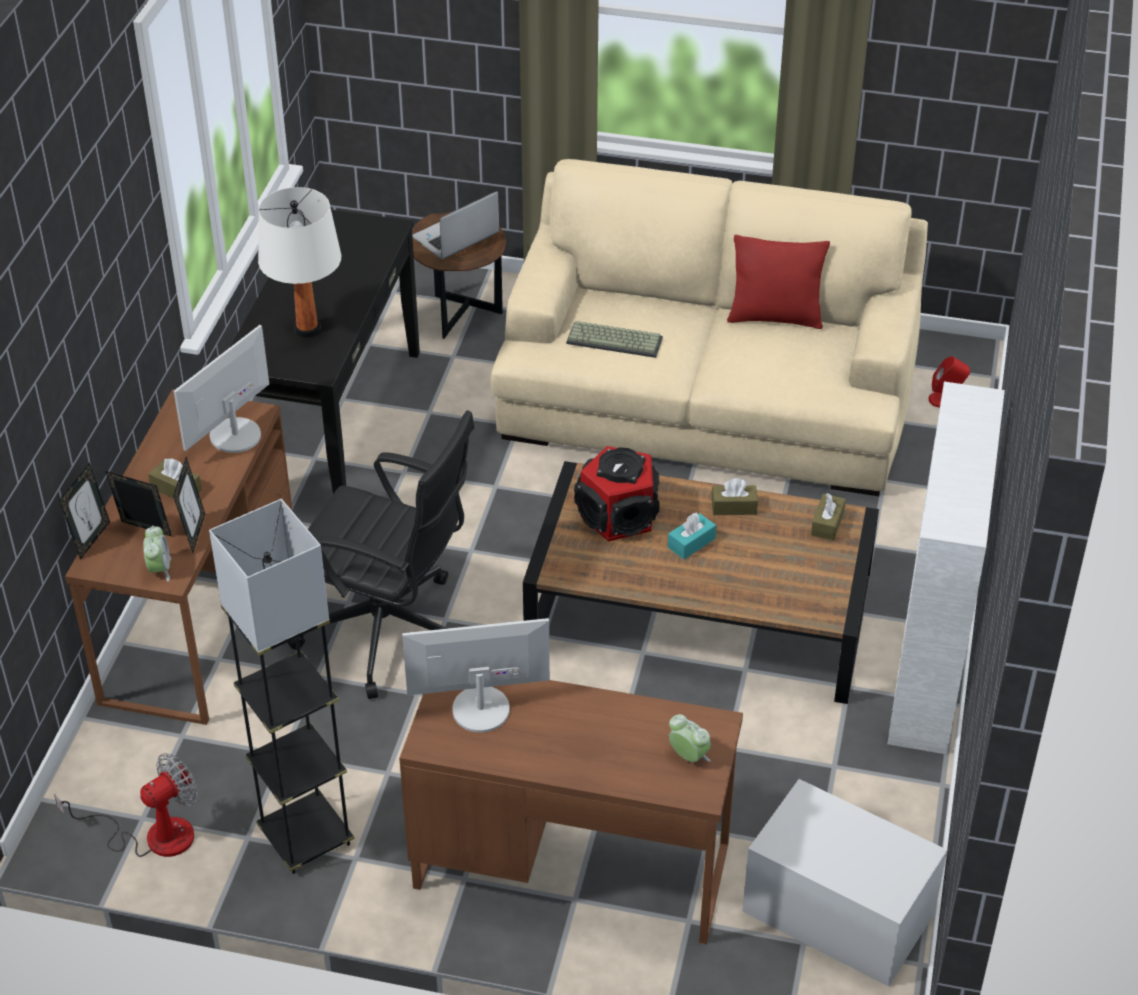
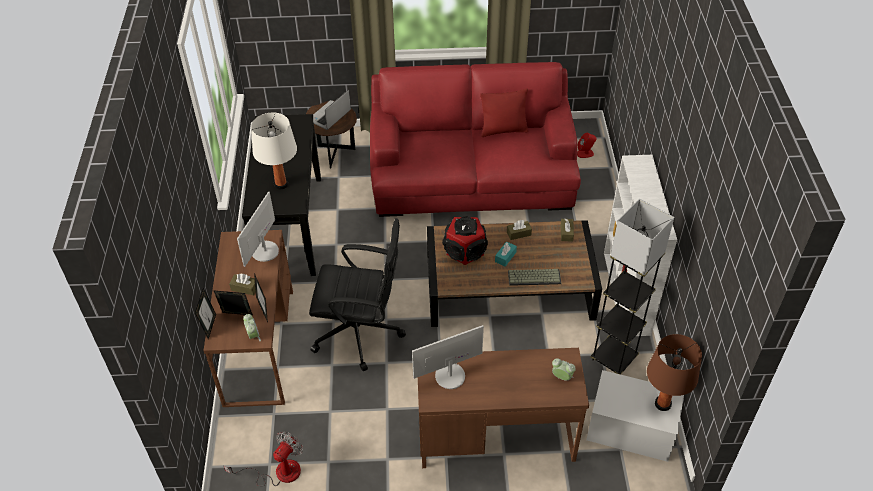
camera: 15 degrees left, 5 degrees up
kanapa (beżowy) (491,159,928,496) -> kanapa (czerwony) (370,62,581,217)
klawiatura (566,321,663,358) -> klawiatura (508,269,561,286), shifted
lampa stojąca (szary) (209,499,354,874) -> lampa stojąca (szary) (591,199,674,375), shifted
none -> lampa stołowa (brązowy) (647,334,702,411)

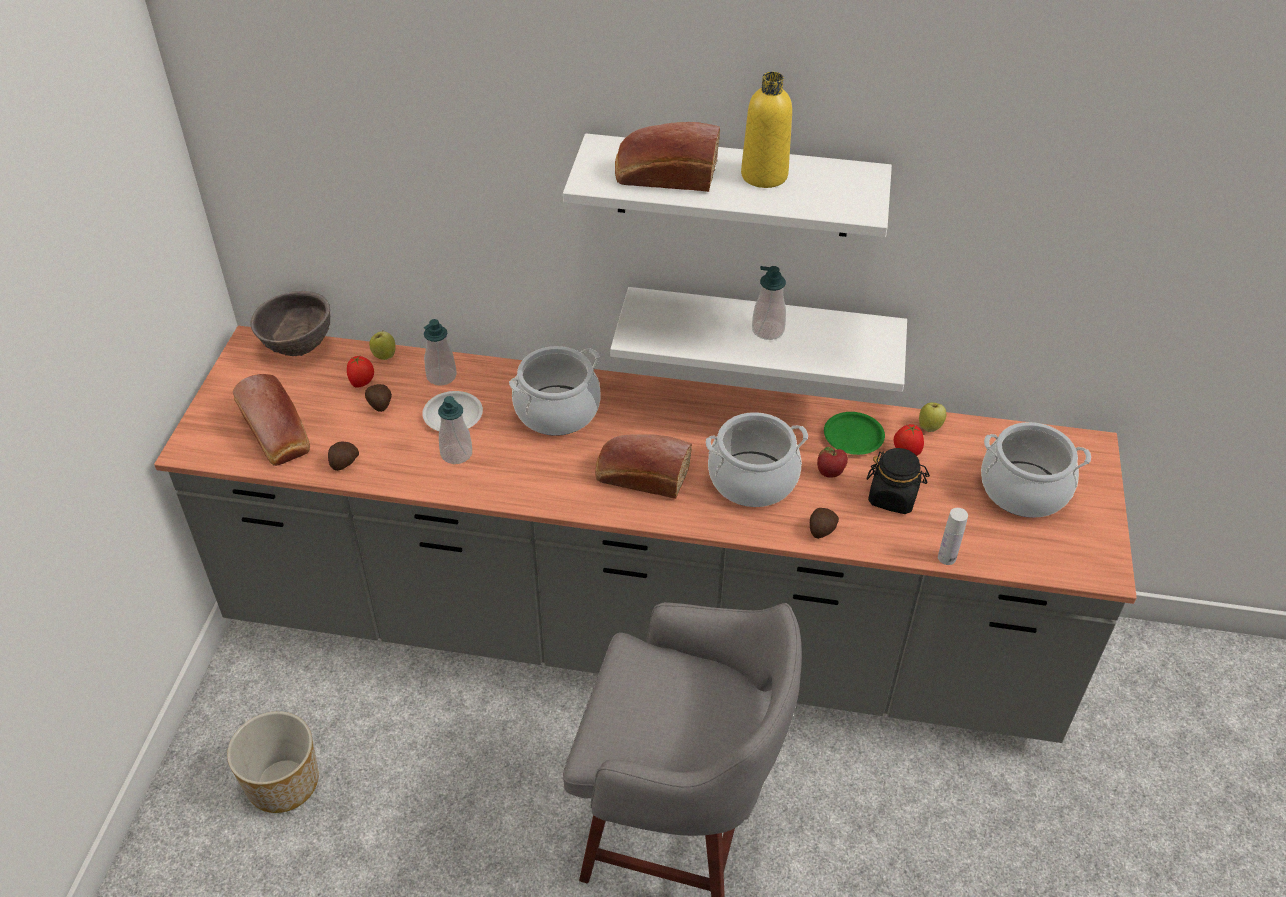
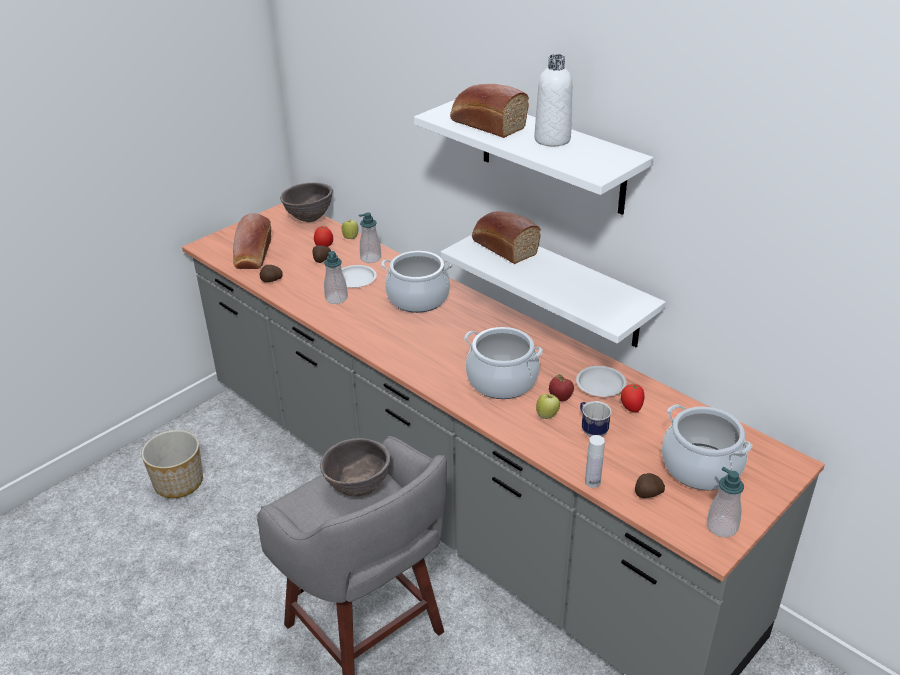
camera: 35 degrees right, 10 degrees down
butelka (żółty) (741,72,792,188) -> butelka (biały) (534,54,572,146)
dozownik mydła (752,266,786,340) -> dozownik mydła (707,467,744,537), shifted
jabłko (919,403,946,432) -> jabłko (536,394,560,419), shifted
talerz (zielony) (824,412,885,455) -> talerz (biały) (576,366,627,397)
chleb (595,434,692,499) -> chleb (472,211,541,264), shifted
słoik (czarny) (866,448,930,514) -> kubek (580,401,612,437)
ziemniak (810,508,839,539) -> ziemniak (635,473,665,498), shifted
none -> miska (brązowy) (320,438,391,497)

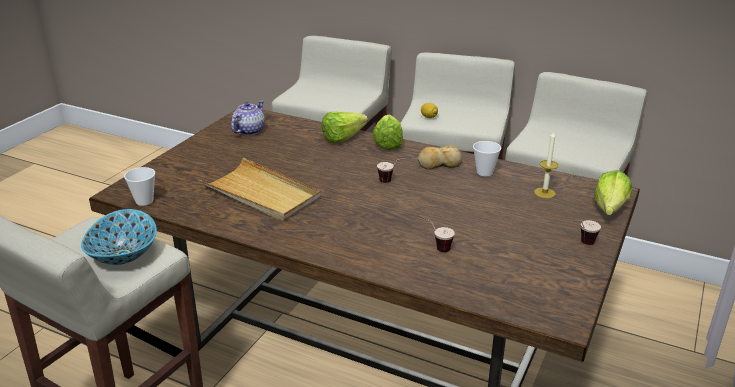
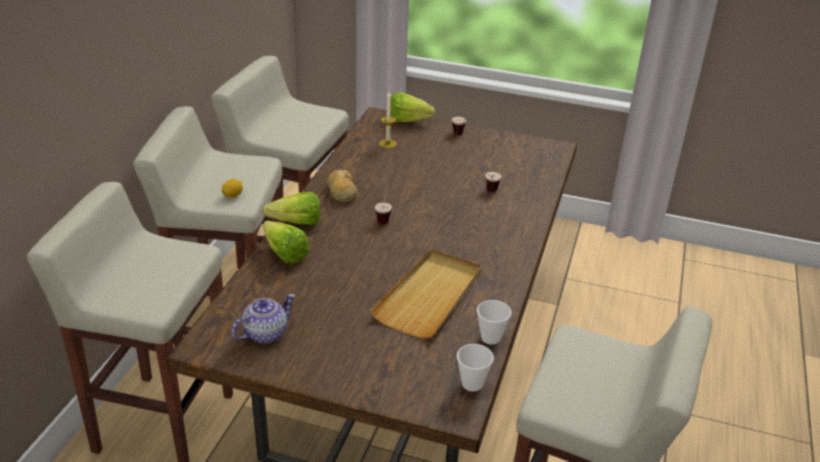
camera: 100 degrees left, 5 degrees up
imbryk (231,100,265,135) -> imbryk (232,294,295,344), 120 degrees clockwise
filiżanka (473,141,501,176) -> filiżanka (477,300,511,345), shifted
miska (81,209,157,265) -> none

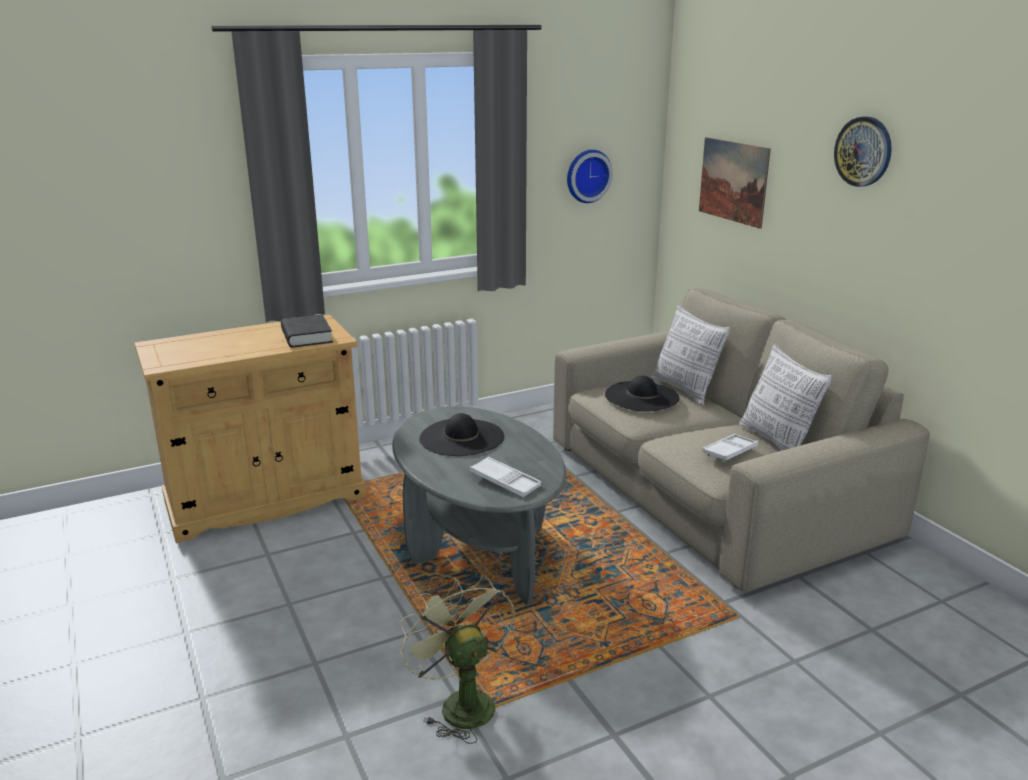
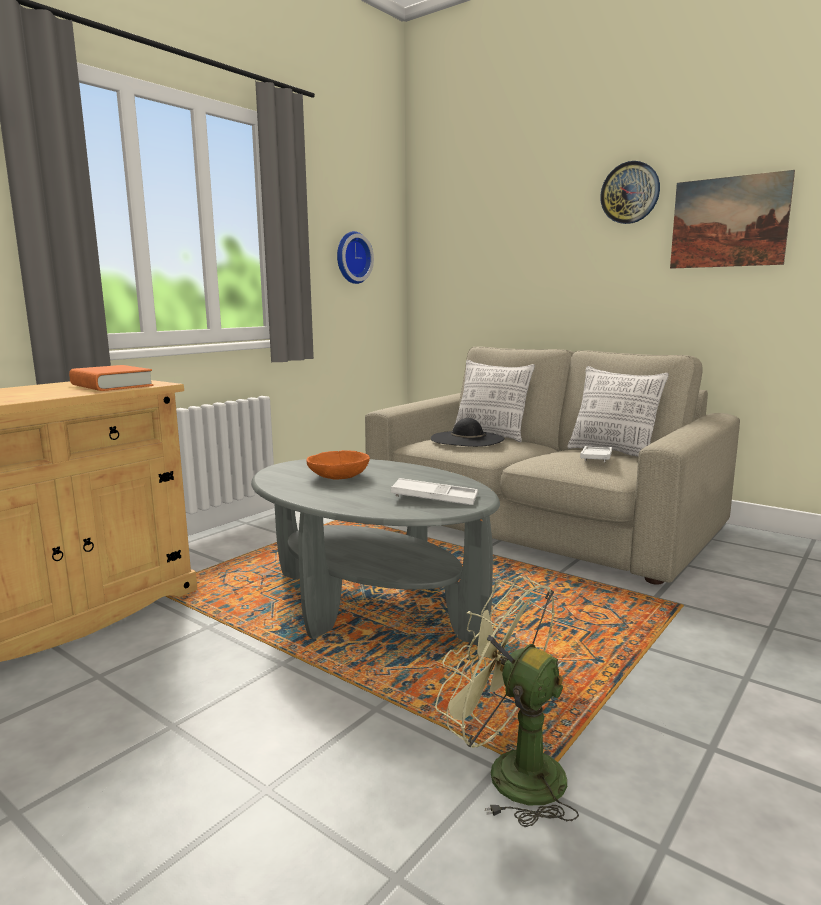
camera: 25 degrees left, 10 degrees down
obraz (699,137,771,229) -> obraz (670,170,795,269), shifted
książka (czarny) (281,314,333,348) -> książka (pomarańczowy) (69,365,154,391)
kapelusz (czarny) (419,413,504,456) -> miska (pomarańczowy) (306,450,370,479)

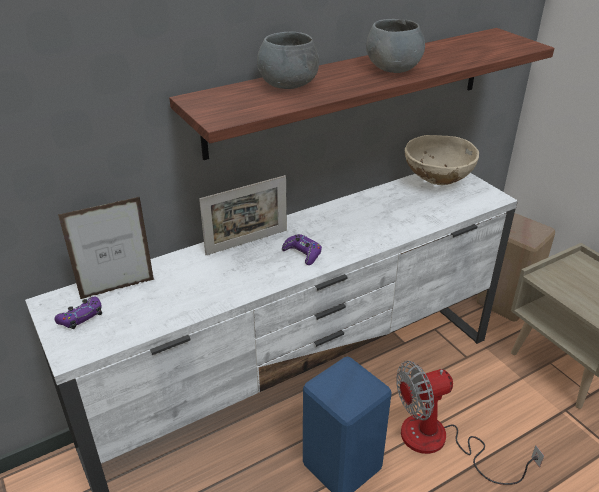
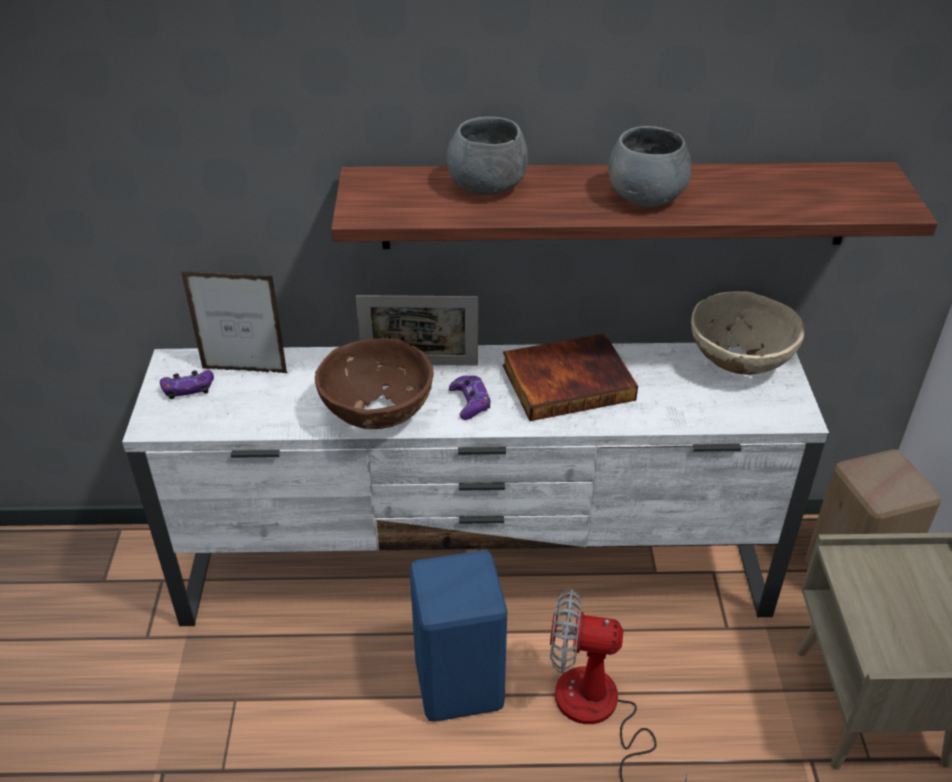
camera: 30 degrees right, 5 degrees up
none -> książka (503,333,638,421)
none -> miska (brązowy) (315,338,434,429)

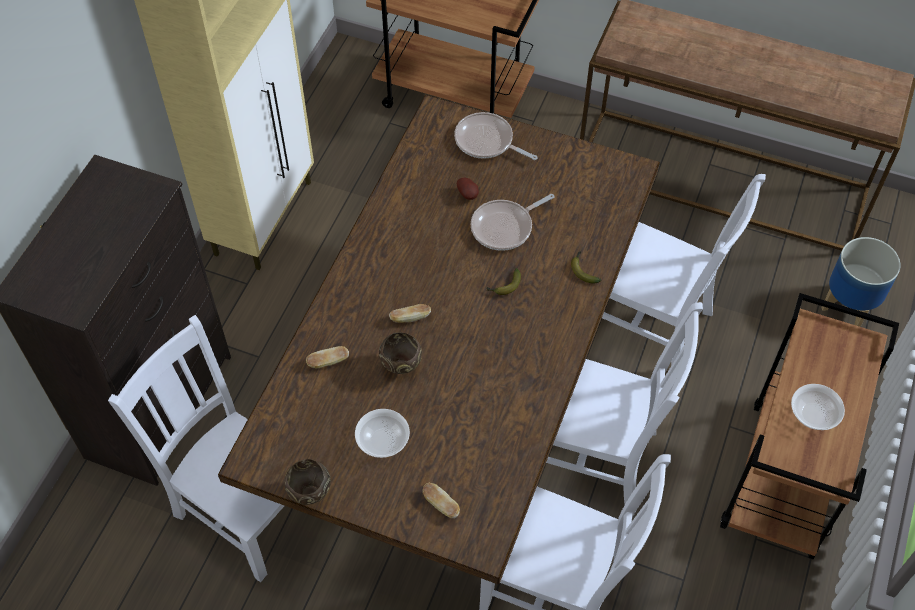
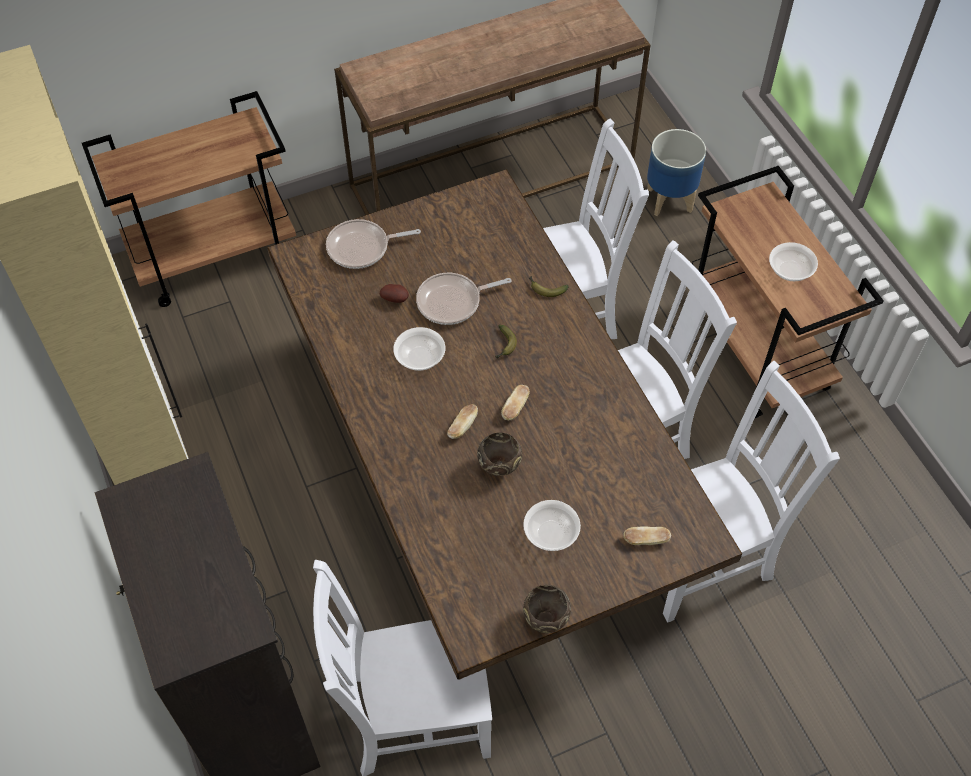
camera: 45 degrees left, 0 degrees up
patelnia (470,194,555,251) -> patelnia (416,273,511,325), 60 degrees clockwise
chleb (306,346,349,368) -> chleb (501,385,530,420), shifted
none -> miska (393,327,445,371)

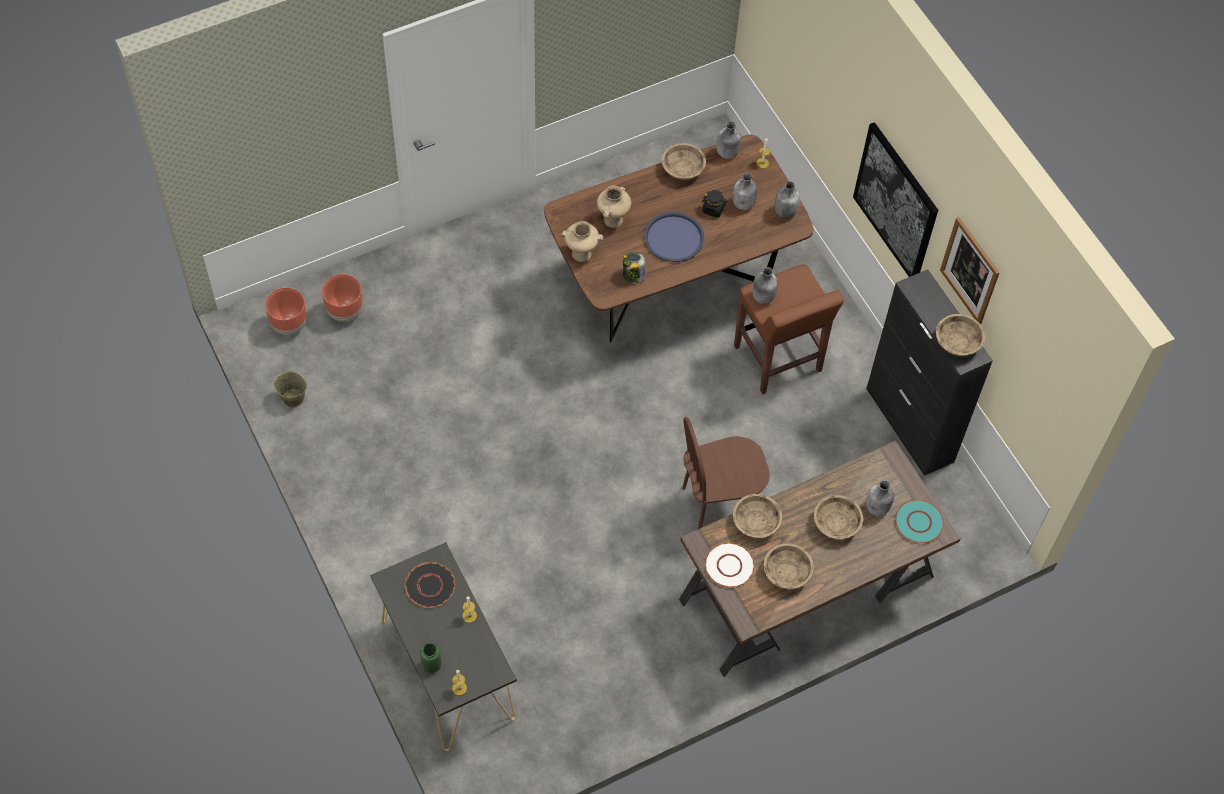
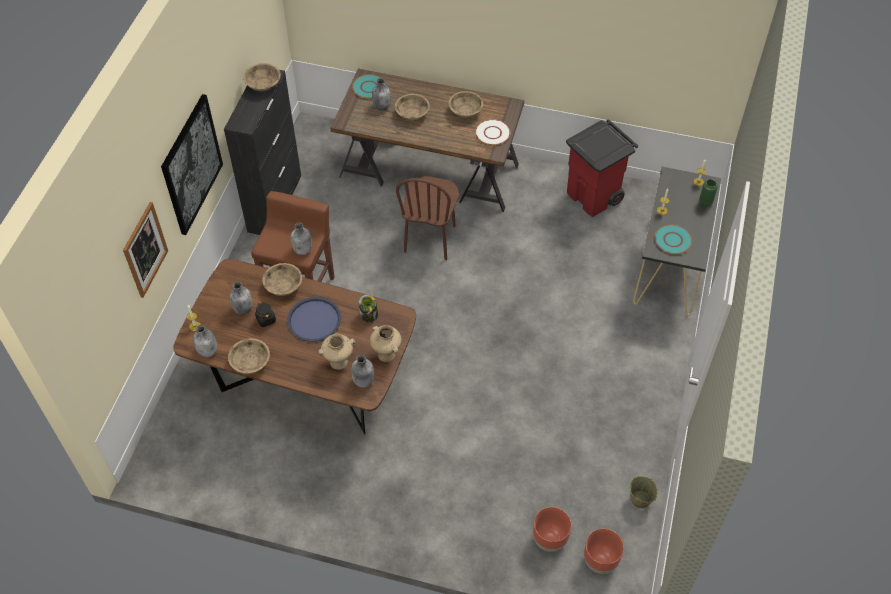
camera: 135 degrees left, 5 degrees down
butelka (szary) (775,181,800,218) -> butelka (szary) (351,355,374,388), shifted
obraz (940,217,1000,324) -> obraz (123,202,168,298), shifted
krzesło (brązowy) (682,417,770,529) -> krzesło (brązowy) (396,176,459,260), 75 degrees clockwise
miska (beżowy) (733,494,782,538) -> miska (beżowy) (263,263,302,296), shifted
talerz (czarny) (405,562,455,608) -> talerz (turkusowy) (654,225,692,254)
none -> kosz na śmieci (czerwony) (566,119,638,217)

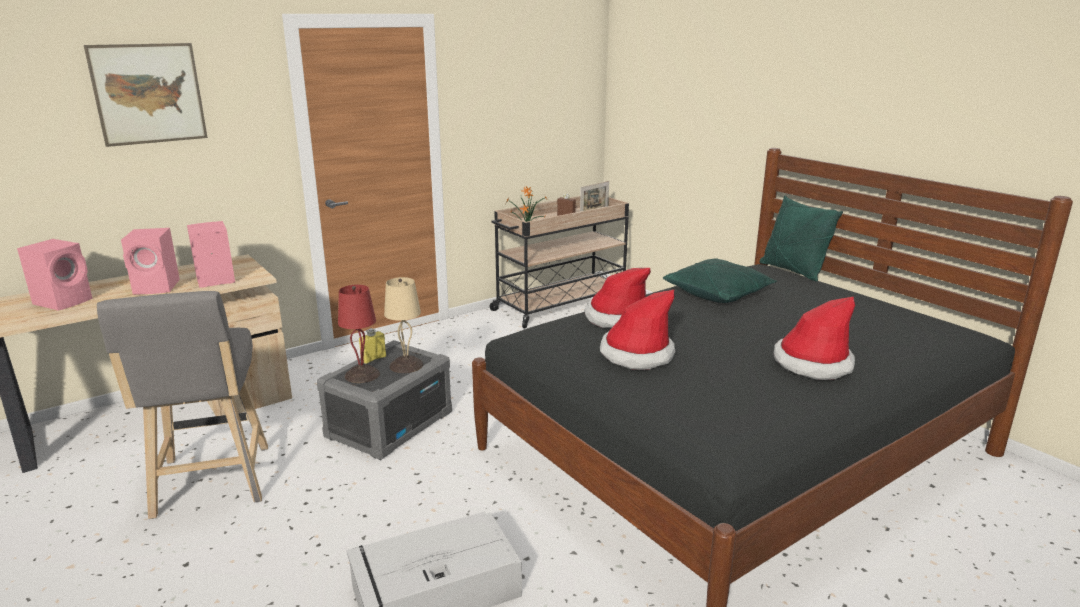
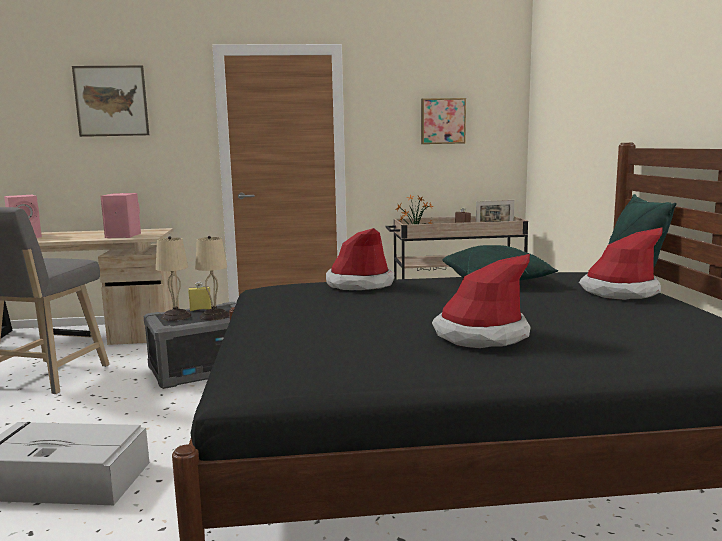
camera: 30 degrees right, 10 degrees down
głośnik (różowy) (121,228,180,294) -> none
lampa stołowa (czerwony) (338,285,380,383) -> lampa stołowa (beżowy) (156,236,191,321)
kapelusz (600,290,676,370) -> kapelusz (579,227,663,300), shifted
none -> obraz (421,98,466,144)

